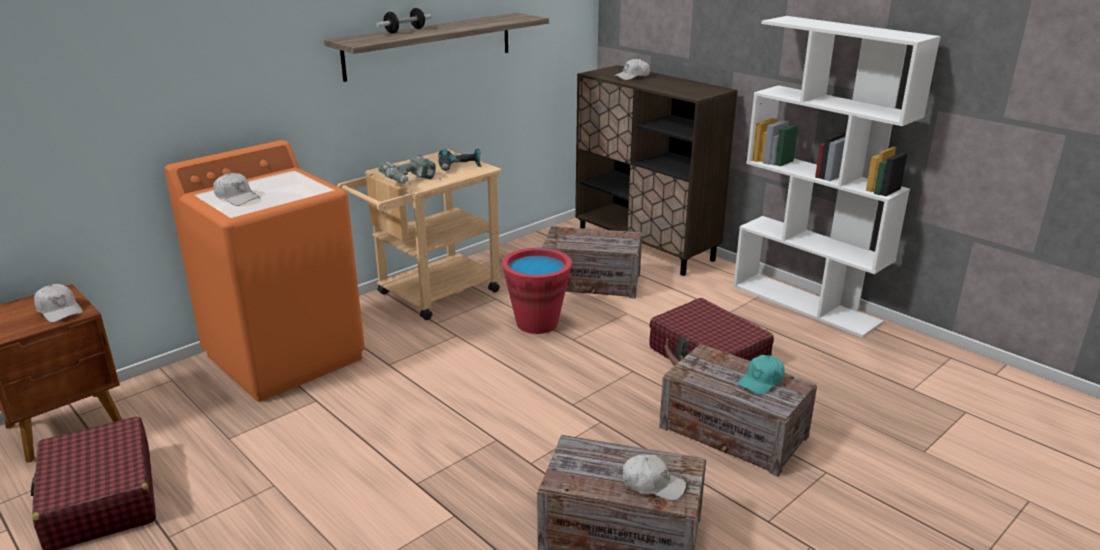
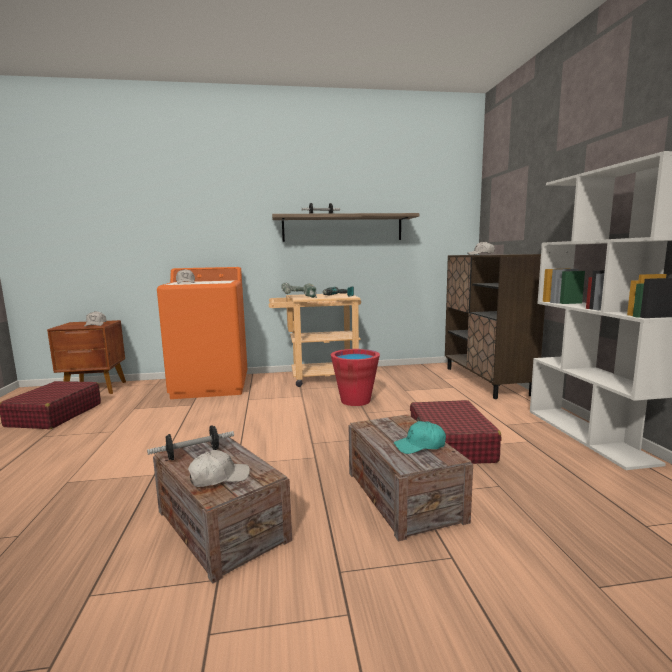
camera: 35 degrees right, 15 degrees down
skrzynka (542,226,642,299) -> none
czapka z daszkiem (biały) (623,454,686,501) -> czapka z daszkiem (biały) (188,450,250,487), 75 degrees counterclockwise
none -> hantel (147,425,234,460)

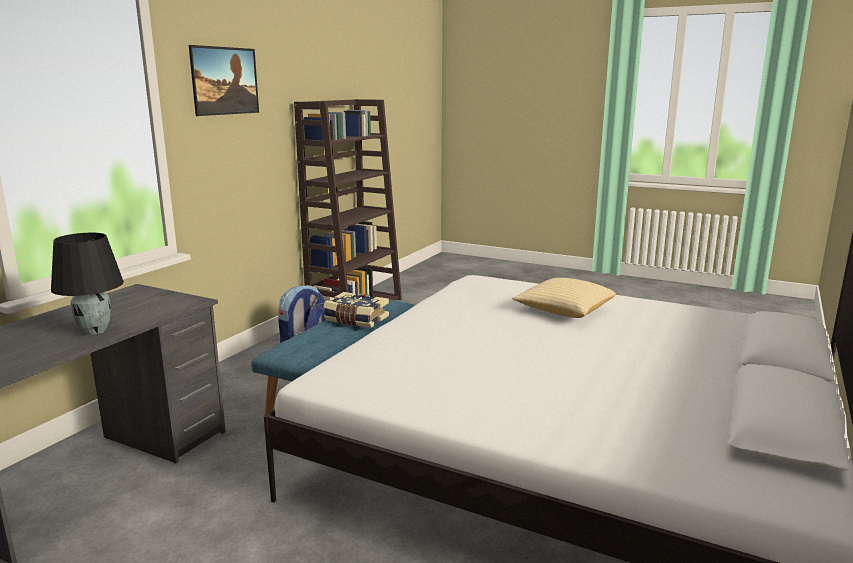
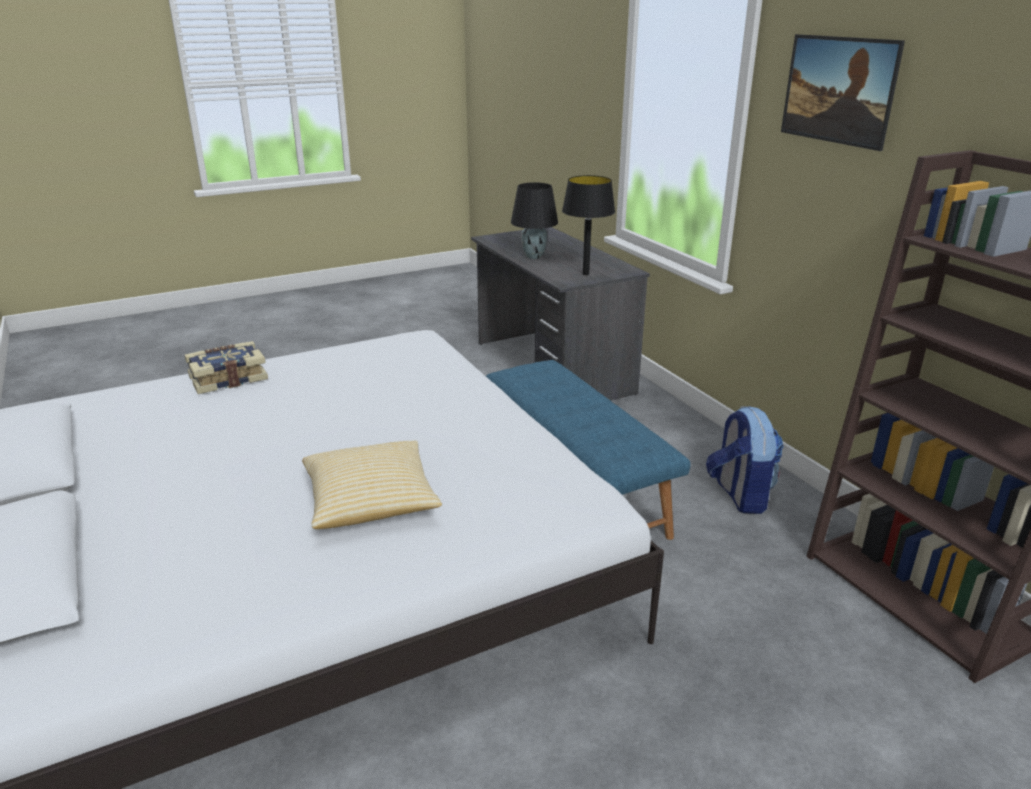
camera: 125 degrees right, 10 degrees up
książka (323,292,389,328) -> książka (185,341,268,394), shifted
none -> lampa stołowa (czarny) (562,175,615,275)

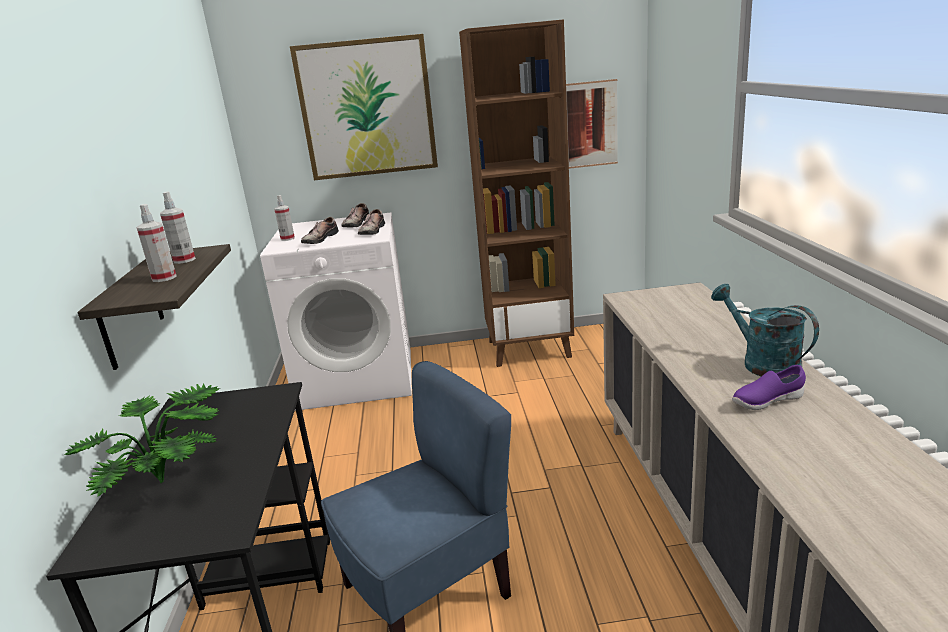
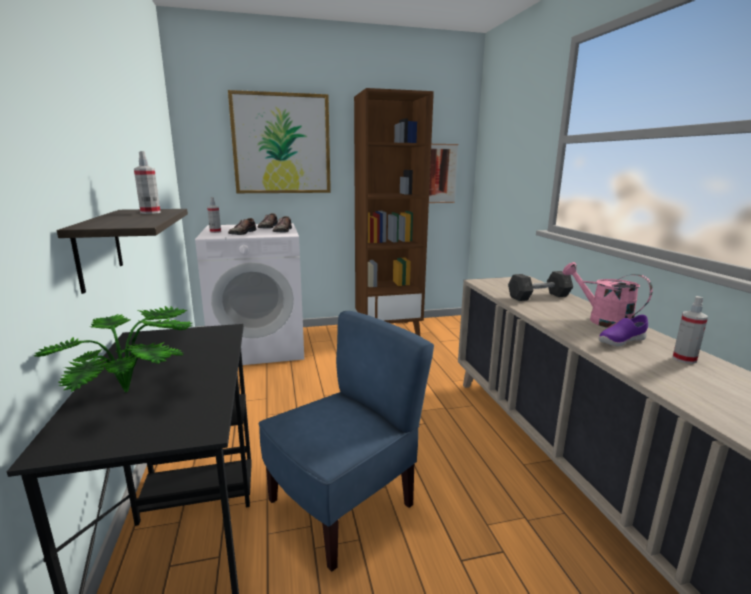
camera: 10 degrees left, 5 degrees down
spryskiwacz (136,204,176,282) -> spryskiwacz (673,296,708,364), shifted
konewka (turkusowy) (711,284,819,377) -> konewka (różowy) (563,262,653,328)
none -> hantel (szary) (508,271,573,301)

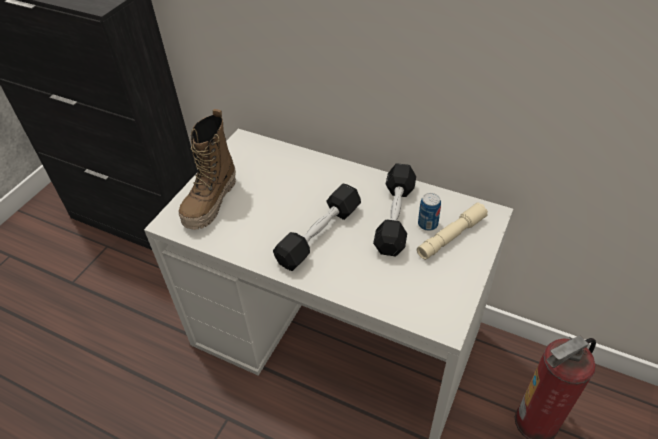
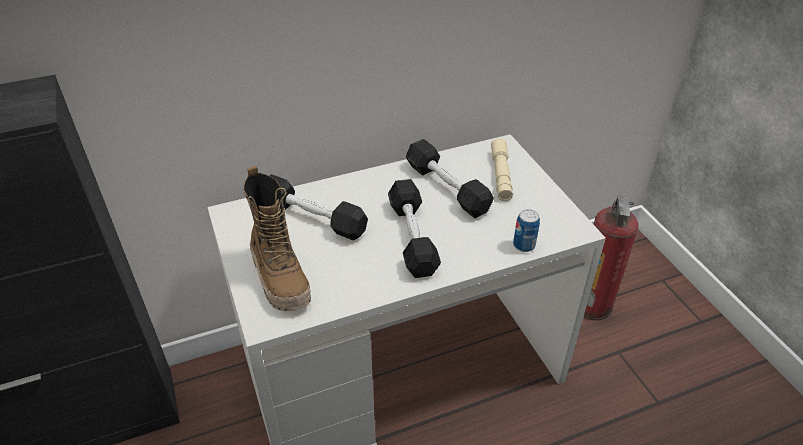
camera: 50 degrees left, 5 degrees down
puszka (418,193,441,231) -> puszka (513,209,540,252), shifted
none -> hantel (czarny) (270,174,368,240)

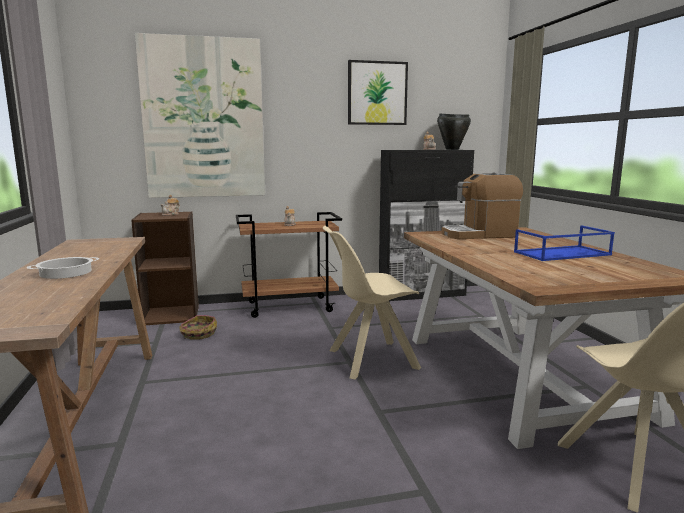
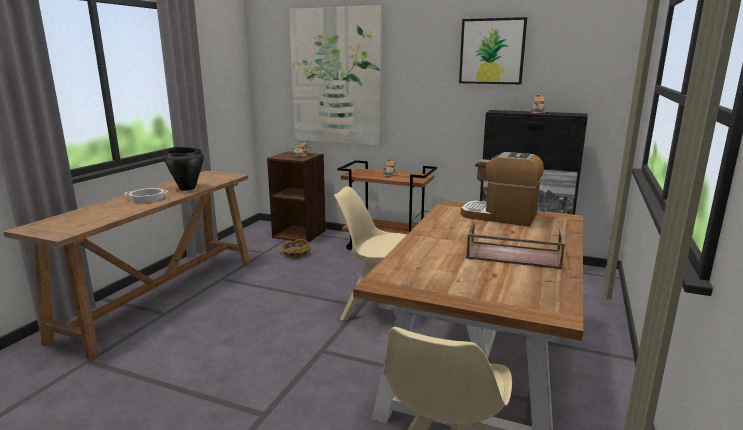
camera: 35 degrees right, 5 degrees up
garnek (czarny) (437,113,471,150) -> garnek (czarny) (164,147,204,191), shifted
taca (niebieski) (514,225,615,261) -> taca (brązowy) (466,221,565,269)

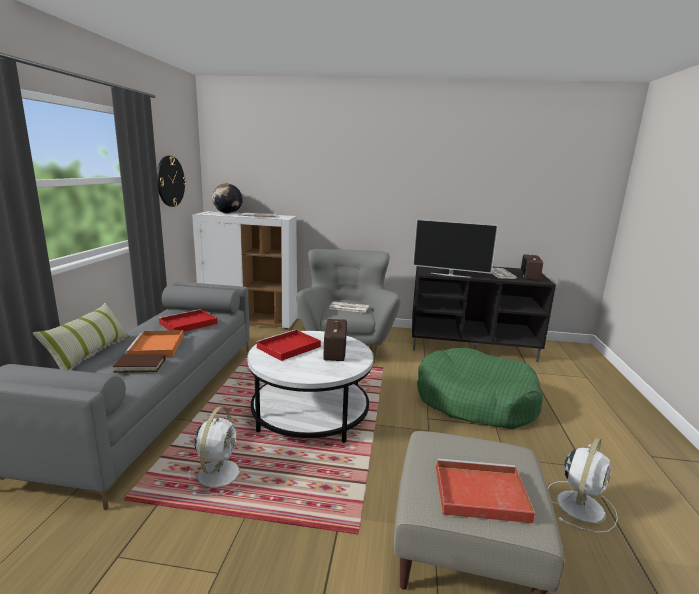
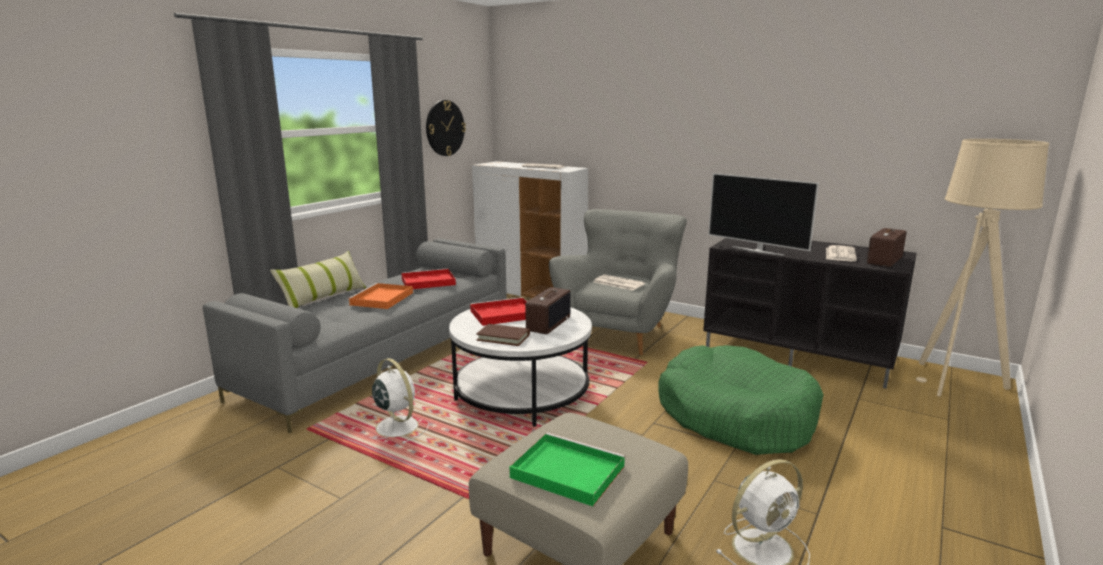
camera: 25 degrees right, 0 degrees up
globus (212,184,243,214) -> none
książka (brązowy) (113,354,166,373) -> książka (brązowy) (476,324,530,346), shifted
wentylator (biały) (189,407,240,496) -> wentylator (biały) (369,358,429,444), 75 degrees counterclockwise
taca (czerwony) (436,458,535,523) -> taca (zielony) (510,433,626,506)
none -> lampa stojąca (beżowy) (916,139,1049,397)

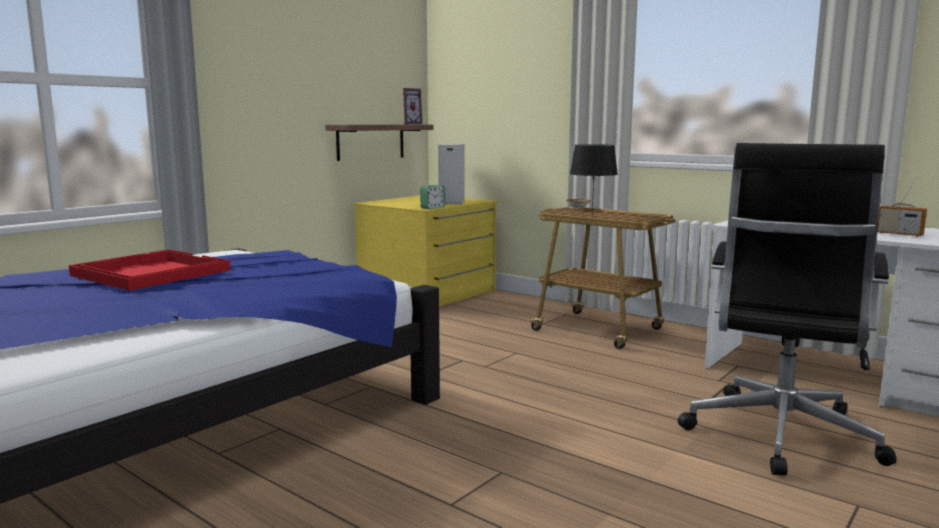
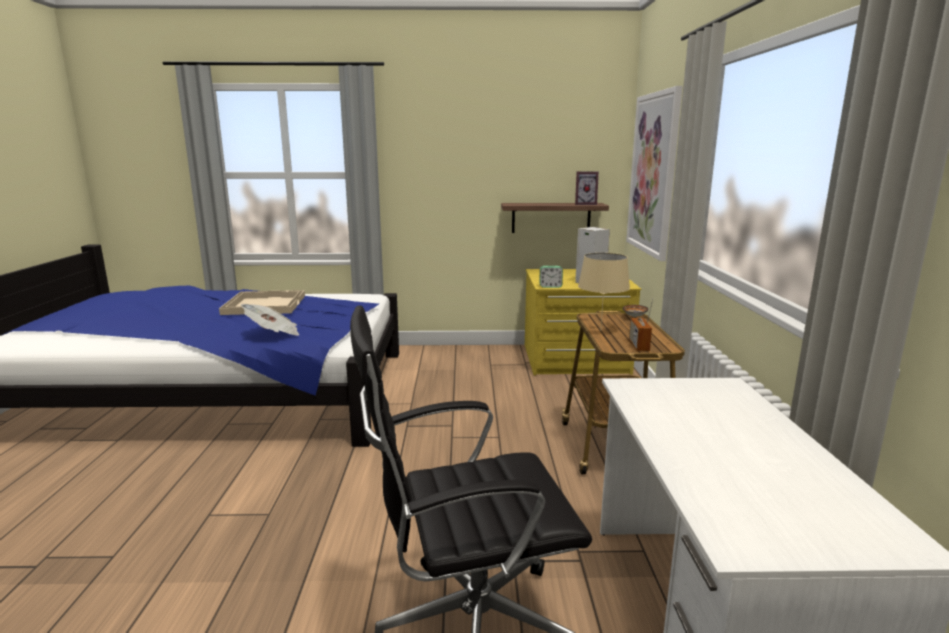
camera: 50 degrees right, 5 degrees up
lampa stołowa (czarny) (570,144,618,217) -> lampa stołowa (beżowy) (578,253,630,327)
radio (877,177,927,237) -> radio (629,299,653,351), shifted
taca (czerwony) (69,249,230,291) -> taca (beżowy) (219,290,305,315)
none -> obraz (626,86,683,261)
none -> gazeta (241,304,299,336)

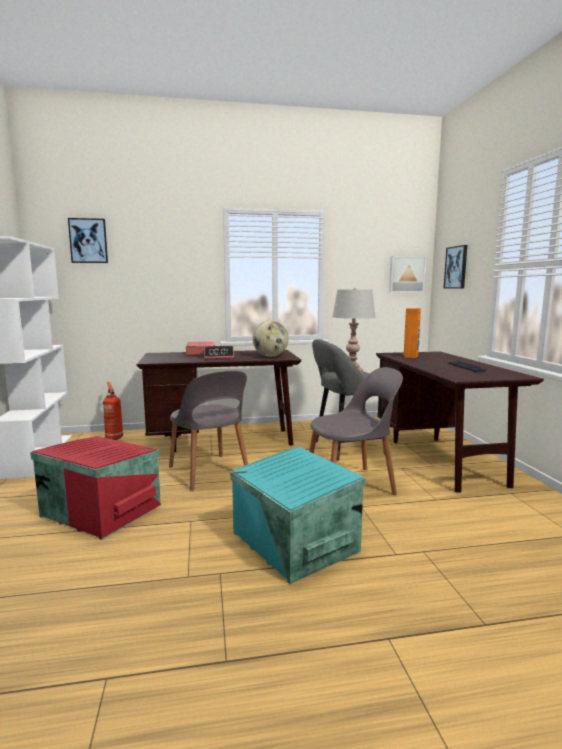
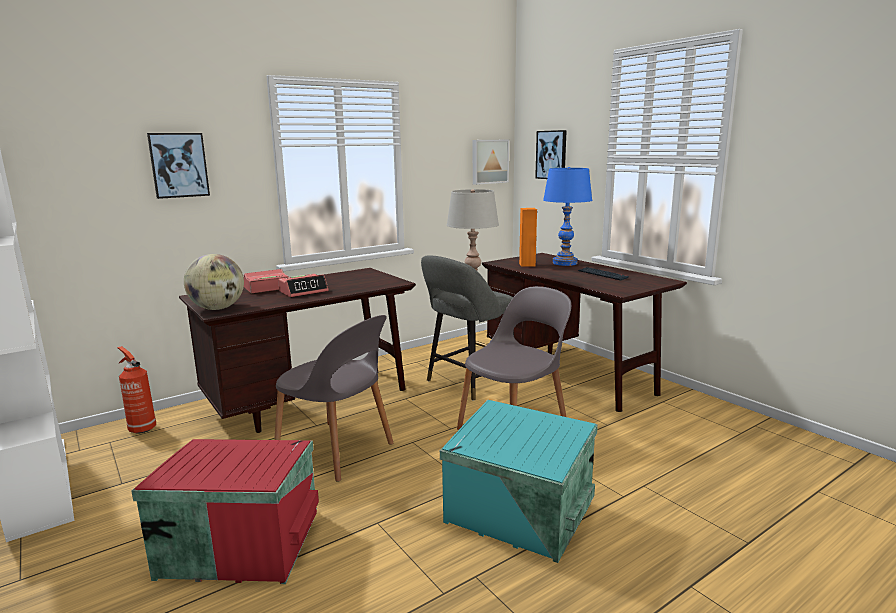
camera: 25 degrees left, 5 degrees up
obraz (68,218,108,263) -> obraz (147,133,210,199), shifted
globus (252,321,289,357) -> globus (184,254,244,310), shifted
none -> lampa stołowa (niebieski) (543,167,593,266)

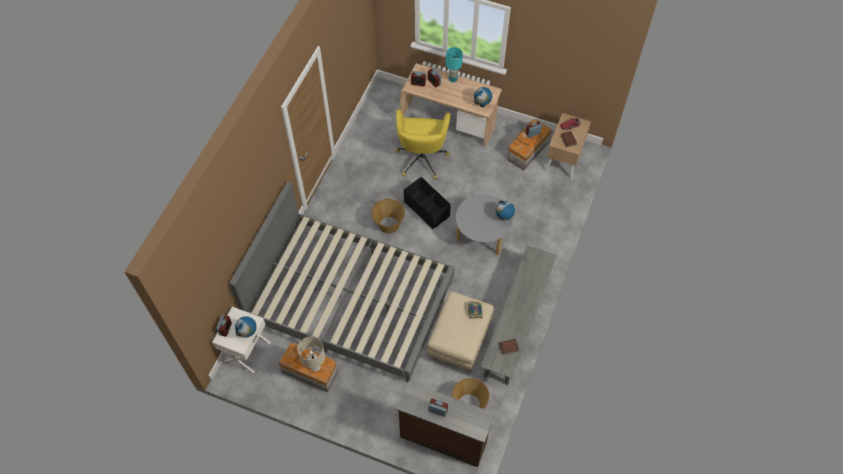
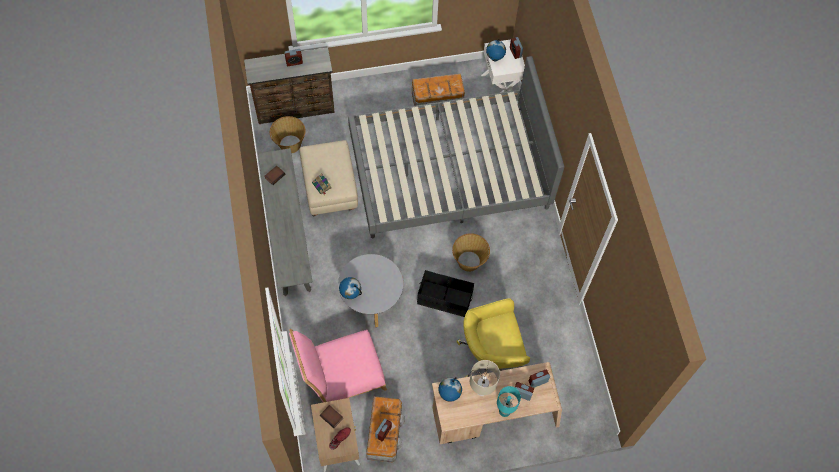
camera: 145 degrees right, 5 degrees up
krzesło biurowe (żółty) (396,109,451,179) -> krzesło biurowe (żółty) (457,298,530,377), 75 degrees counterclockwise
lampa stołowa (beżowy) (298,337,325,372) -> lampa stołowa (beżowy) (470,360,500,396), shifted
none -> krzesło (różowy) (289,329,387,402)

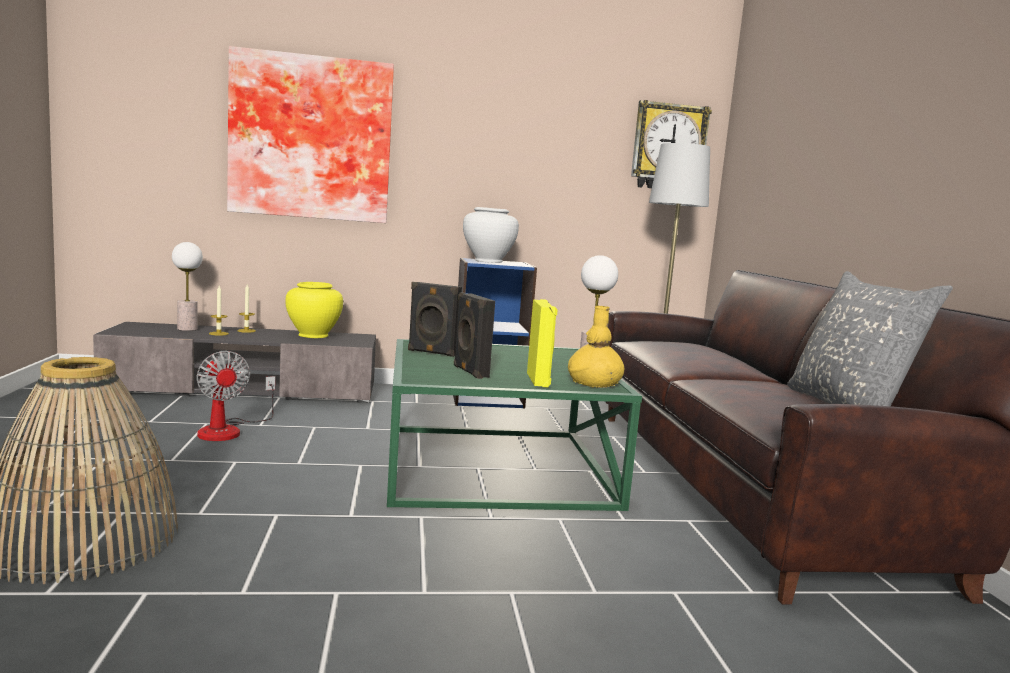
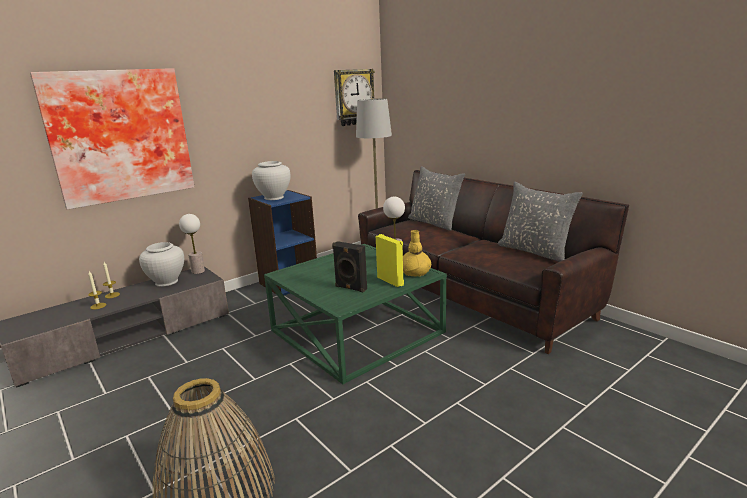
camera: 30 degrees left, 10 degrees up
lampa stołowa (172,242,203,331) -> lampa stołowa (179,214,205,274), shifted
wazon (żółty) (285,282,343,338) -> wazon (biały) (139,242,184,287)
głośnik (czarny) (408,282,462,357) -> none
wentylator (196,351,275,441) -> none
none -> poduszka (szary) (408,166,465,231)

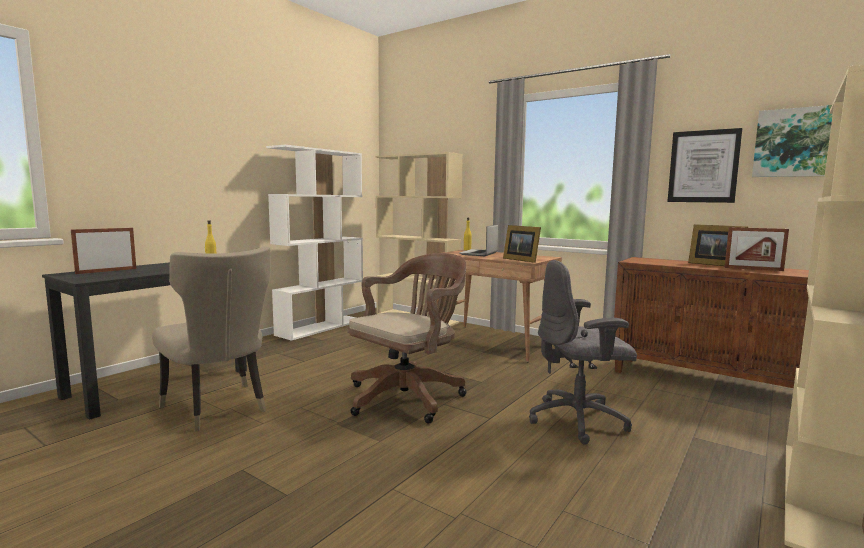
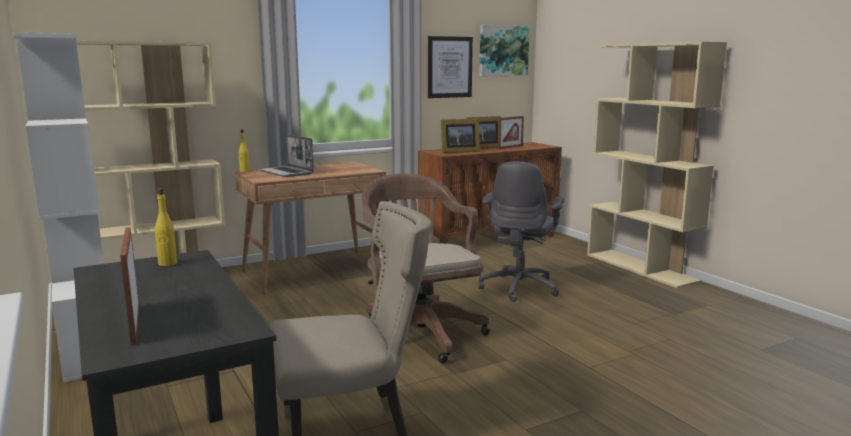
camera: 65 degrees left, 5 degrees up
ramka na zdjęcie (503,225,541,263) -> ramka na zdjęcie (441,119,480,153), shifted

